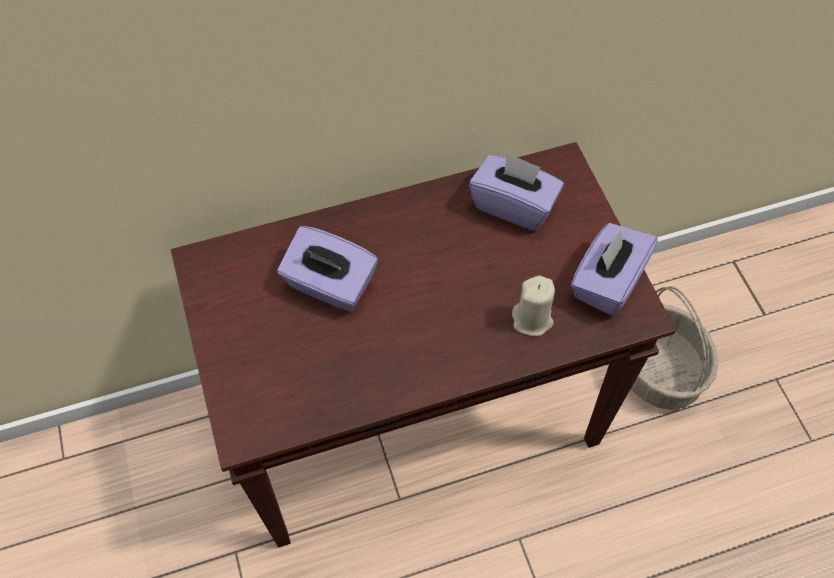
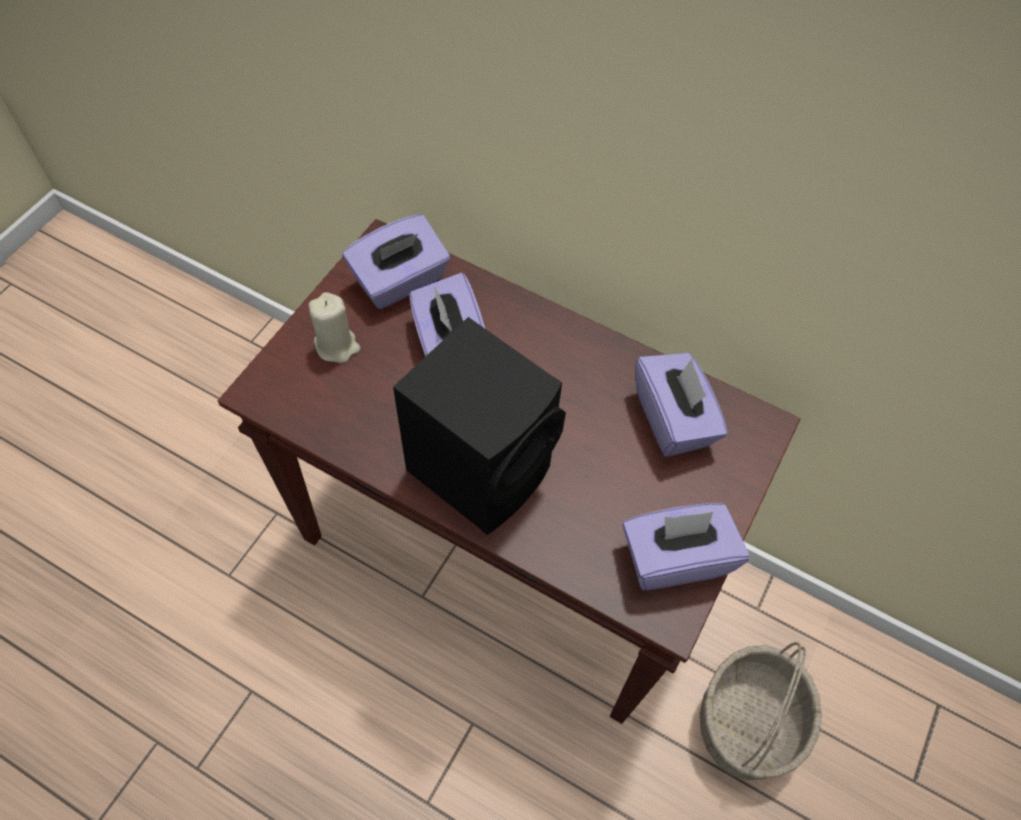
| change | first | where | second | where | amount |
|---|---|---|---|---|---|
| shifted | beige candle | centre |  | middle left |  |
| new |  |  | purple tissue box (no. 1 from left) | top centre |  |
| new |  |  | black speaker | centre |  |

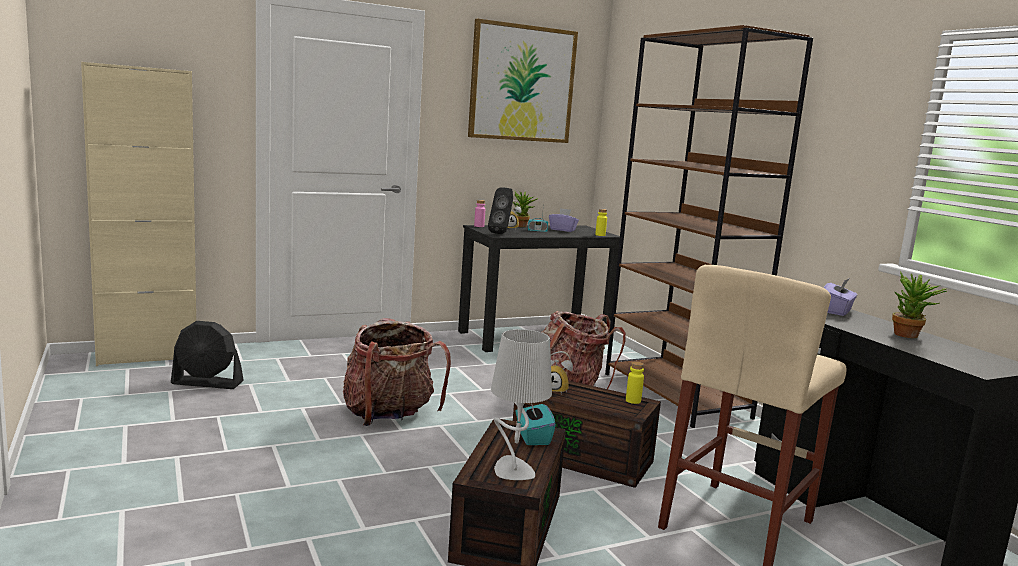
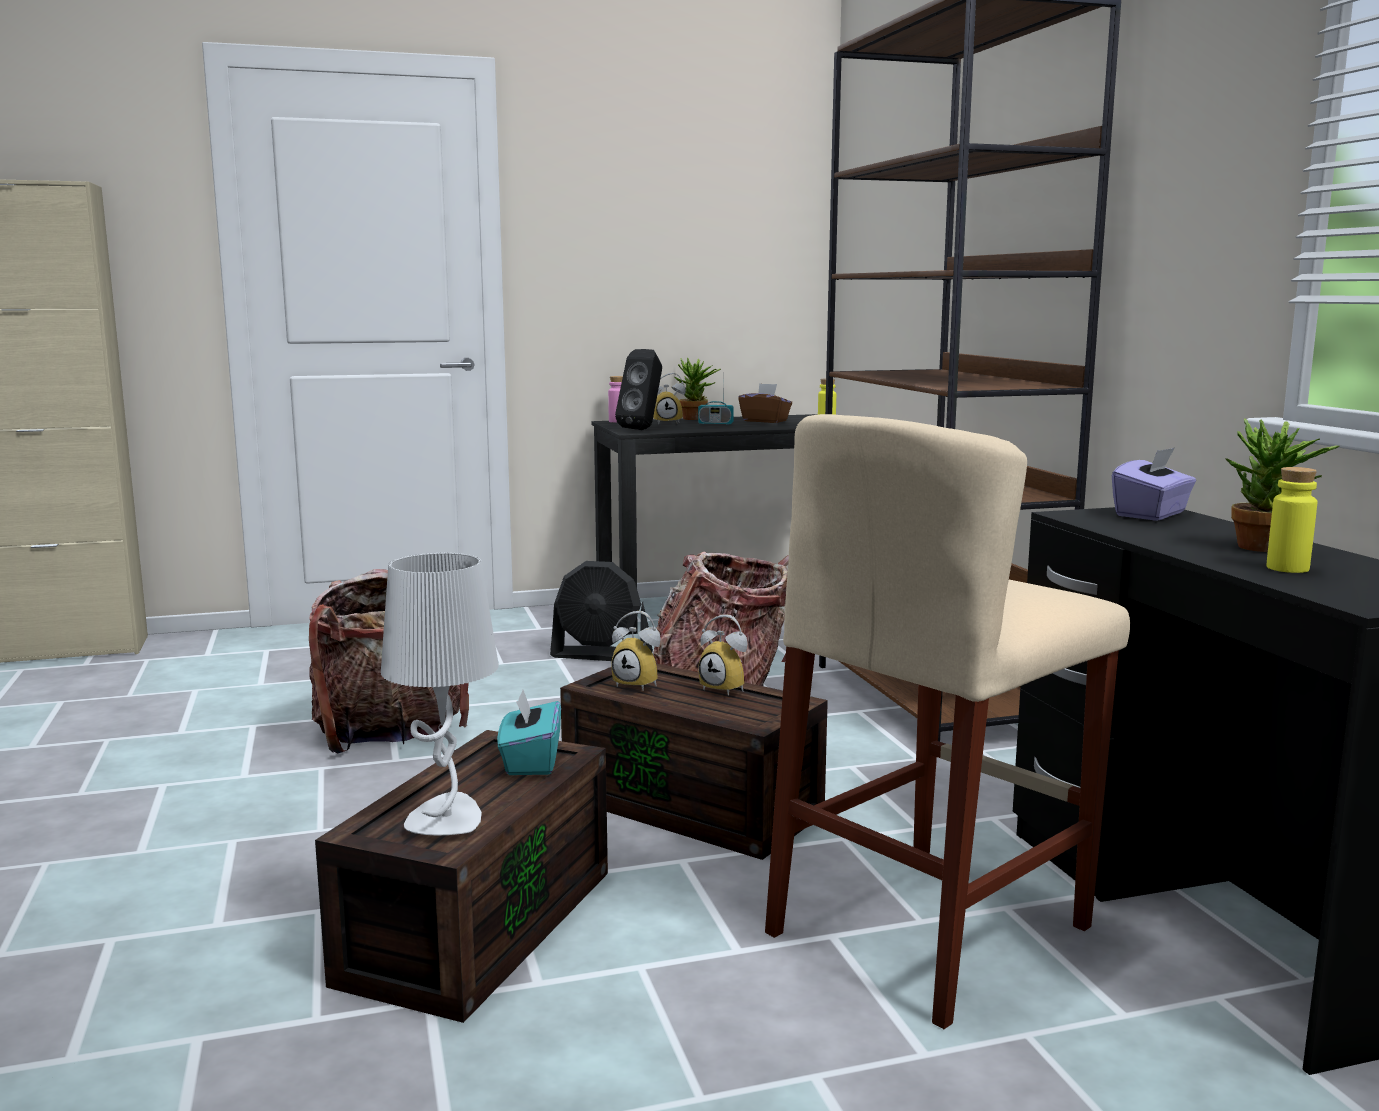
| change | first | where | second | where | amount |
|---|---|---|---|---|---|
| shifted | black fan | middle left |  | centre |  |
| new |  |  | alarm clock (no. 3 from left) | centre |  |
| repainted | purple tissue box (no. 1 from left) | centre | brown tissue box | centre |  |
| shifted | yellow bottle (no. 2 from left) | bottom centre |  | middle right |  |
| gone | picture | top centre |  |  |  |

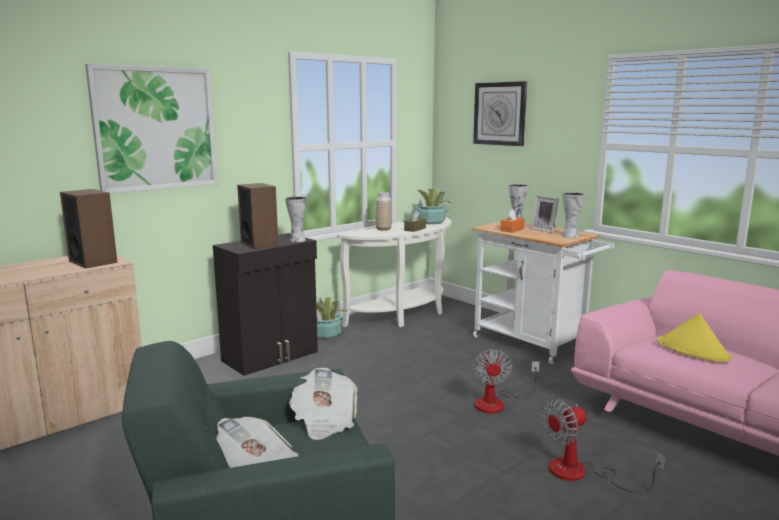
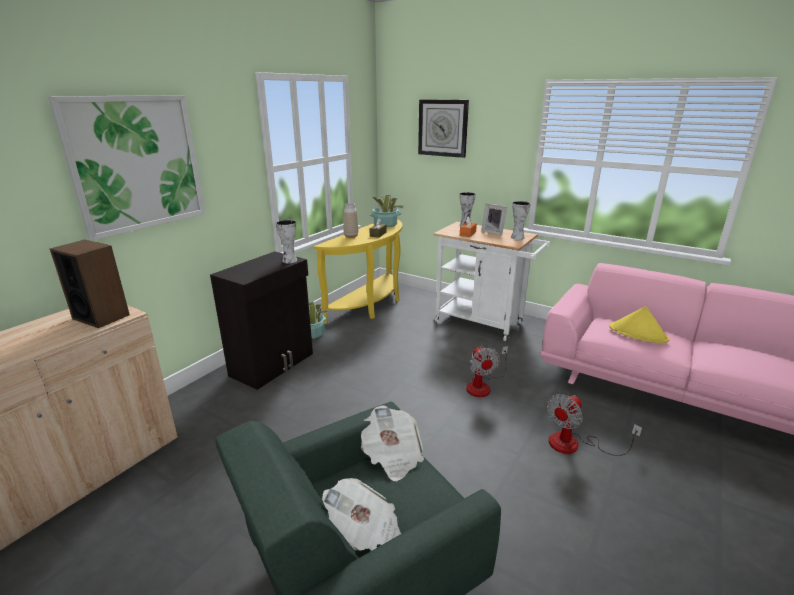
| change | first | where | second | where | amount |
|---|---|---|---|---|---|
| repainted | white console table | centre | yellow console table | centre |  |
| gone | speaker (no. 2 from left) | middle left |  |  |  |

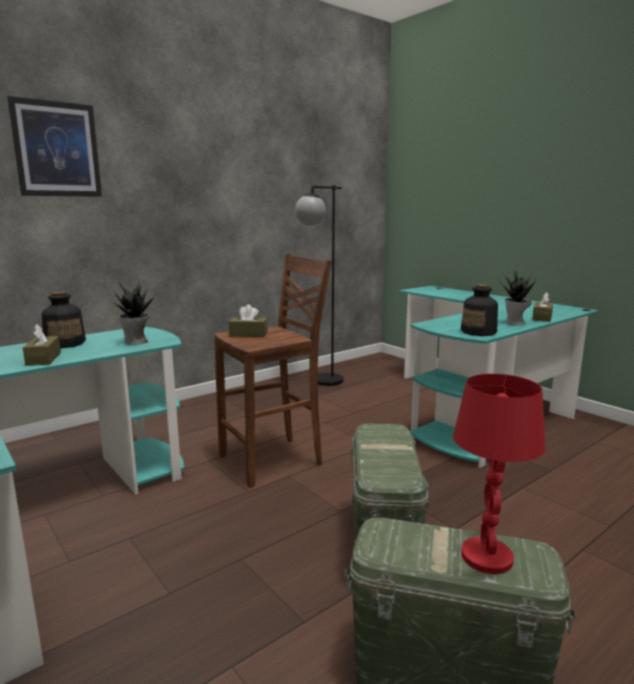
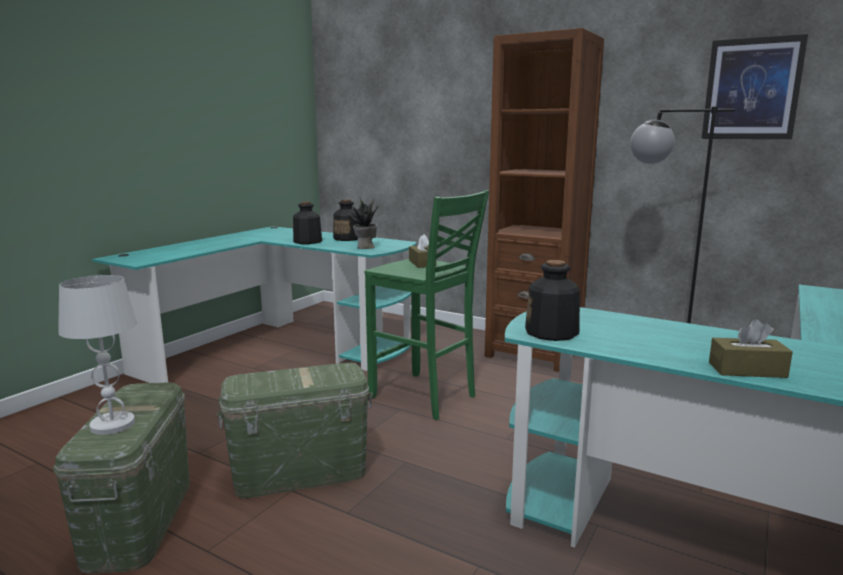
| change | first | where | second | where | amount |
|---|---|---|---|---|---|
| repainted | red table lamp | bottom right | white table lamp | middle left |  |
| swapped | brown tissue box (no. 1 from left) | middle left | bottle (no. 1 from left) | centre |  |
| repainted | brown stool | centre | green stool | centre |  |
| new |  |  | brown bookcase | centre |  |
| shifted | picture | top left |  | top right |  |
| gone | potted plant (no. 2 from left) | middle right |  |  |  |

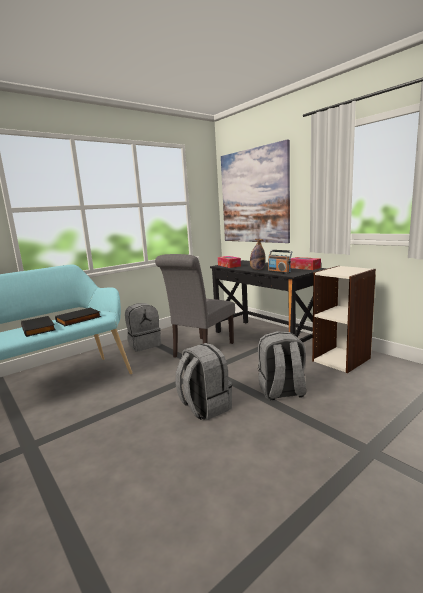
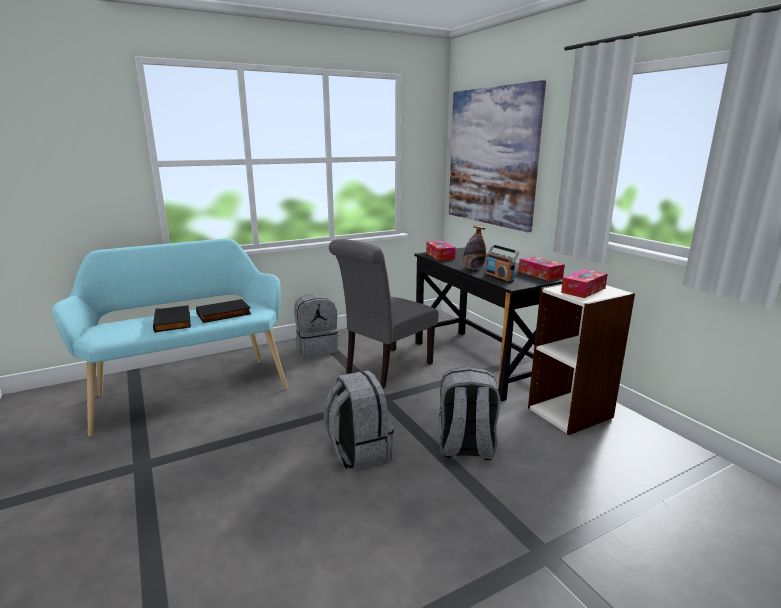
| change | first | where | second | where | amount |
|---|---|---|---|---|---|
| new |  |  | tissue box (no. 3 from left) | middle right |  |

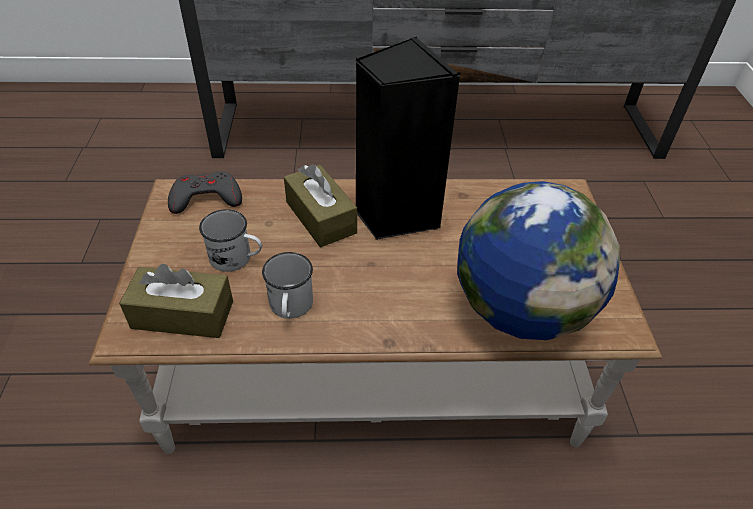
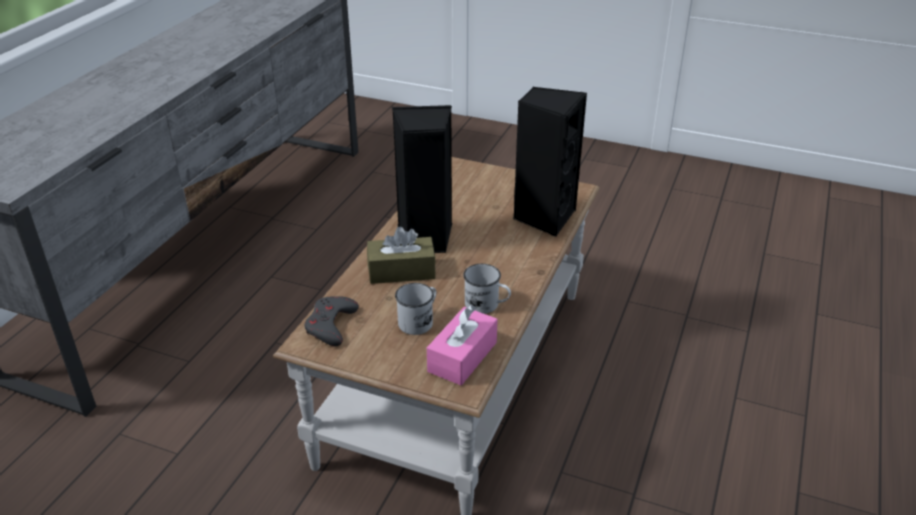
| change | first | where | second | where | amount |
|---|---|---|---|---|---|
| repainted | brown tissue box (no. 1 from left) | middle left | pink tissue box | bottom centre |  |
| swapped | globe | middle right | black speaker (no. 2 from left) | top centre |  |

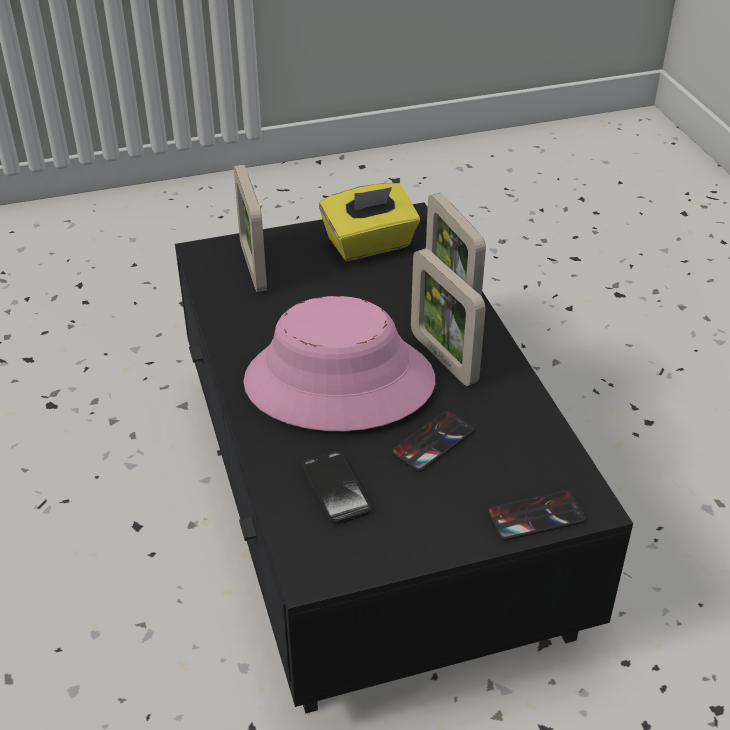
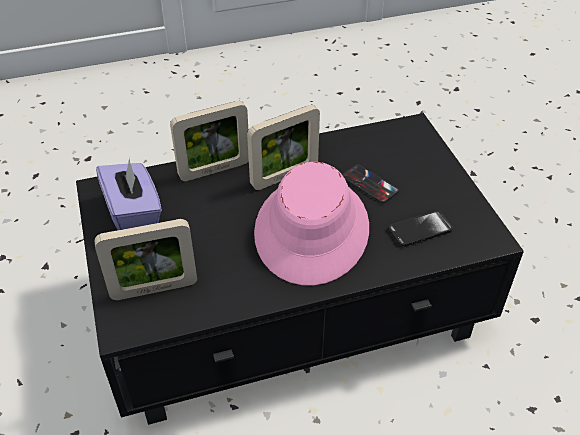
| change | first | where | second | where | amount |
|---|---|---|---|---|---|
| repainted | yellow tissue box | top centre | purple tissue box | middle left |  |
| gone | phone (no. 3 from left) | bottom right |  |  |  |

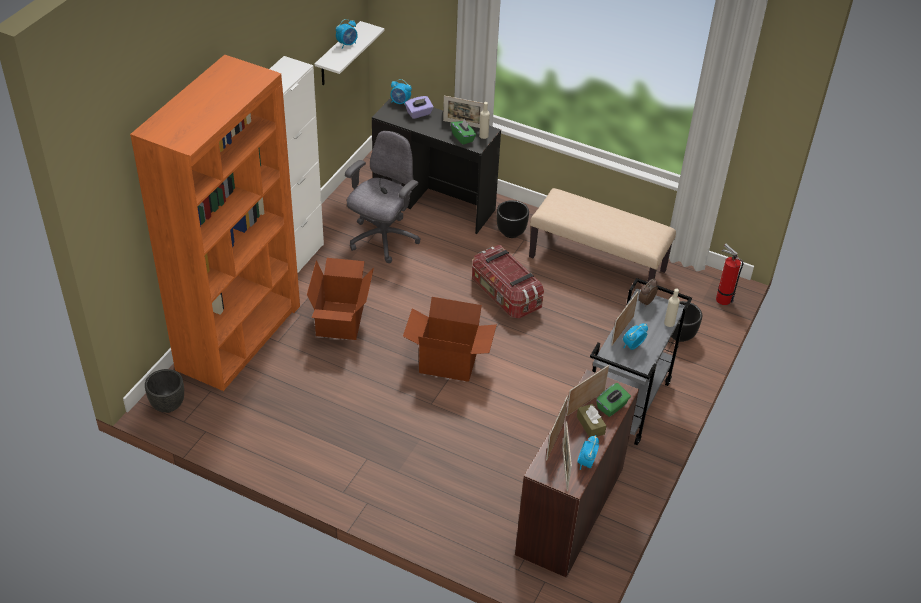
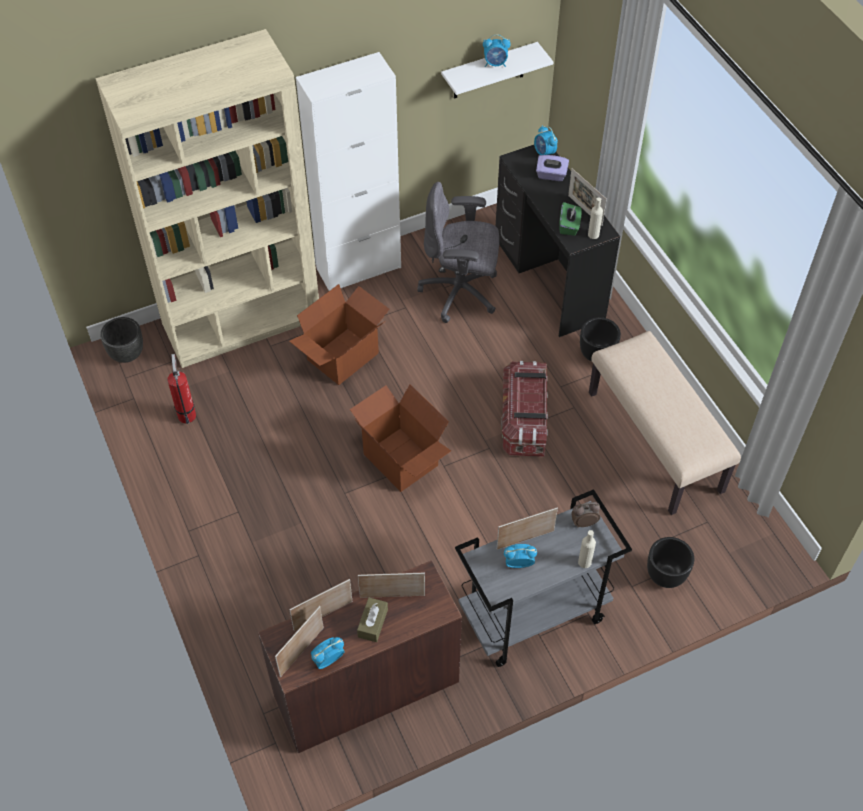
| change | first | where | second | where | amount |
|---|---|---|---|---|---|
| repainted | orange bookcase | middle left | beige bookcase | top left |  |
| shifted | fire extinguisher | middle right |  | middle left |  |
| rotated | grey office chair | top centre |  | top centre | 150 degrees counterclockwise |
| gone | green tissue box (no. 2 from left) | centre |  |  |  |

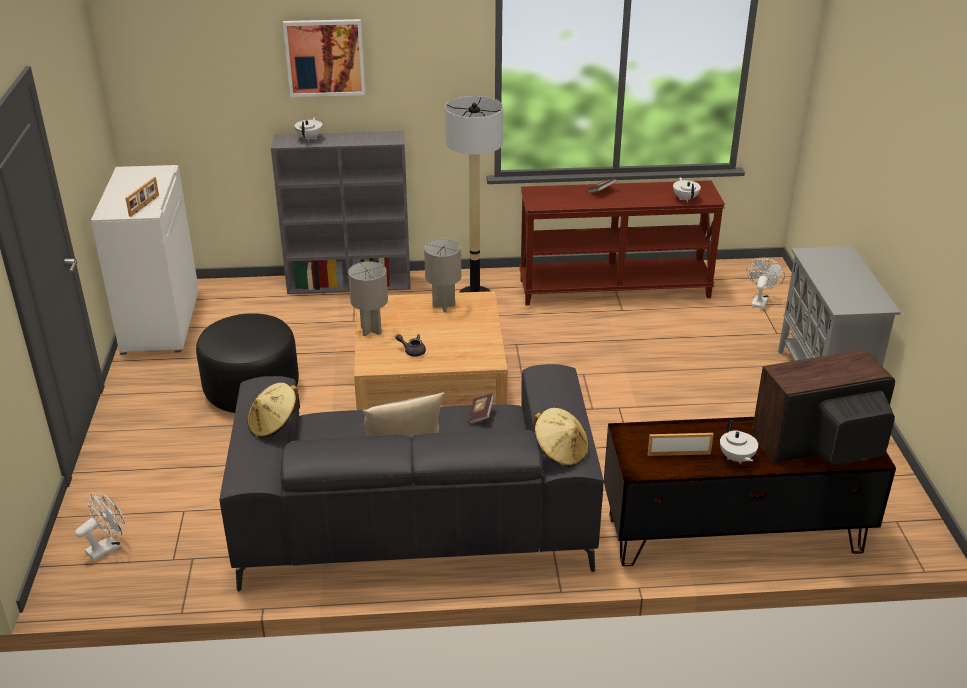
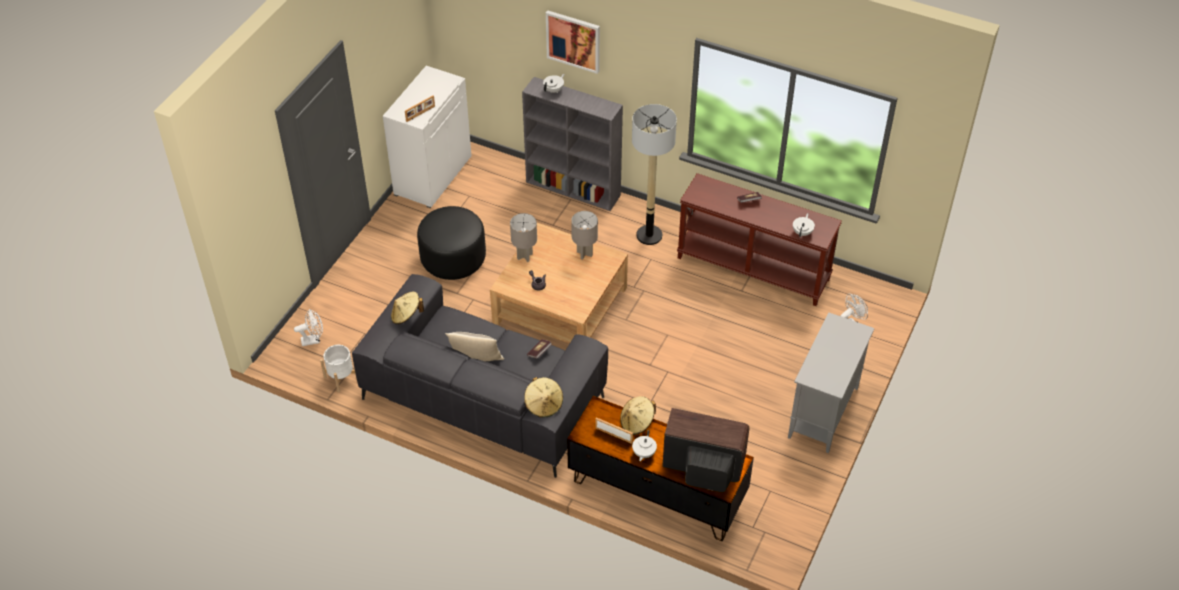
| change | first | where | second | where | amount |
|---|---|---|---|---|---|
| new |  |  | white planter | middle left |  |
| new |  |  | beige hat (no. 3 from left) | bottom centre |  |

